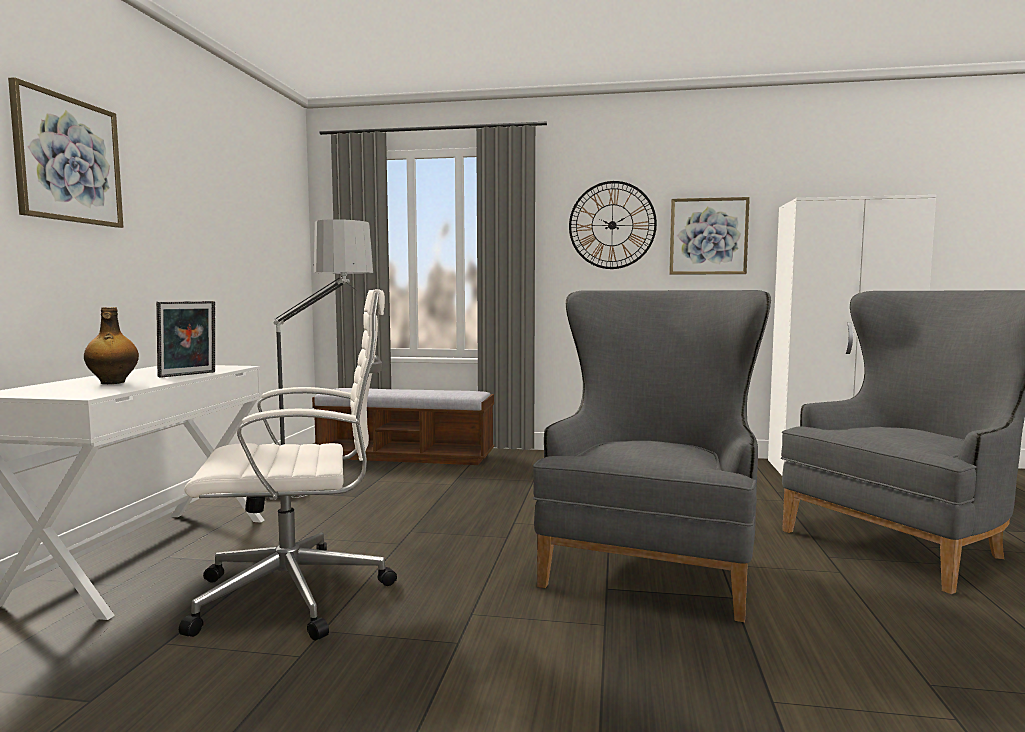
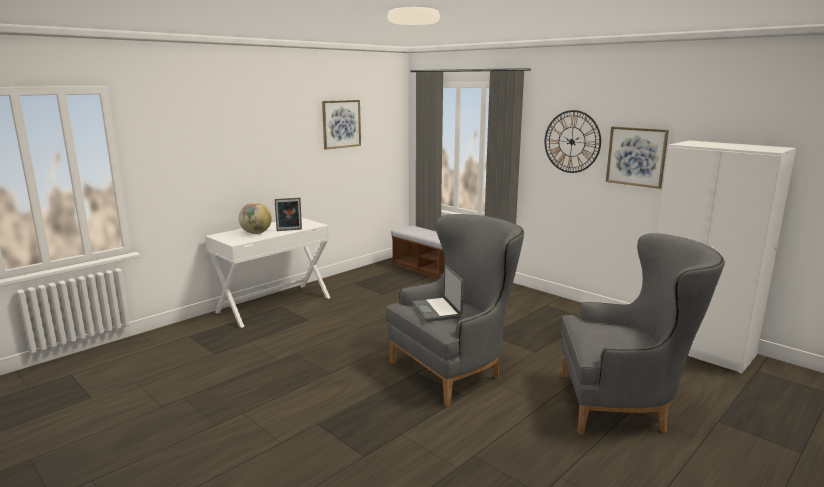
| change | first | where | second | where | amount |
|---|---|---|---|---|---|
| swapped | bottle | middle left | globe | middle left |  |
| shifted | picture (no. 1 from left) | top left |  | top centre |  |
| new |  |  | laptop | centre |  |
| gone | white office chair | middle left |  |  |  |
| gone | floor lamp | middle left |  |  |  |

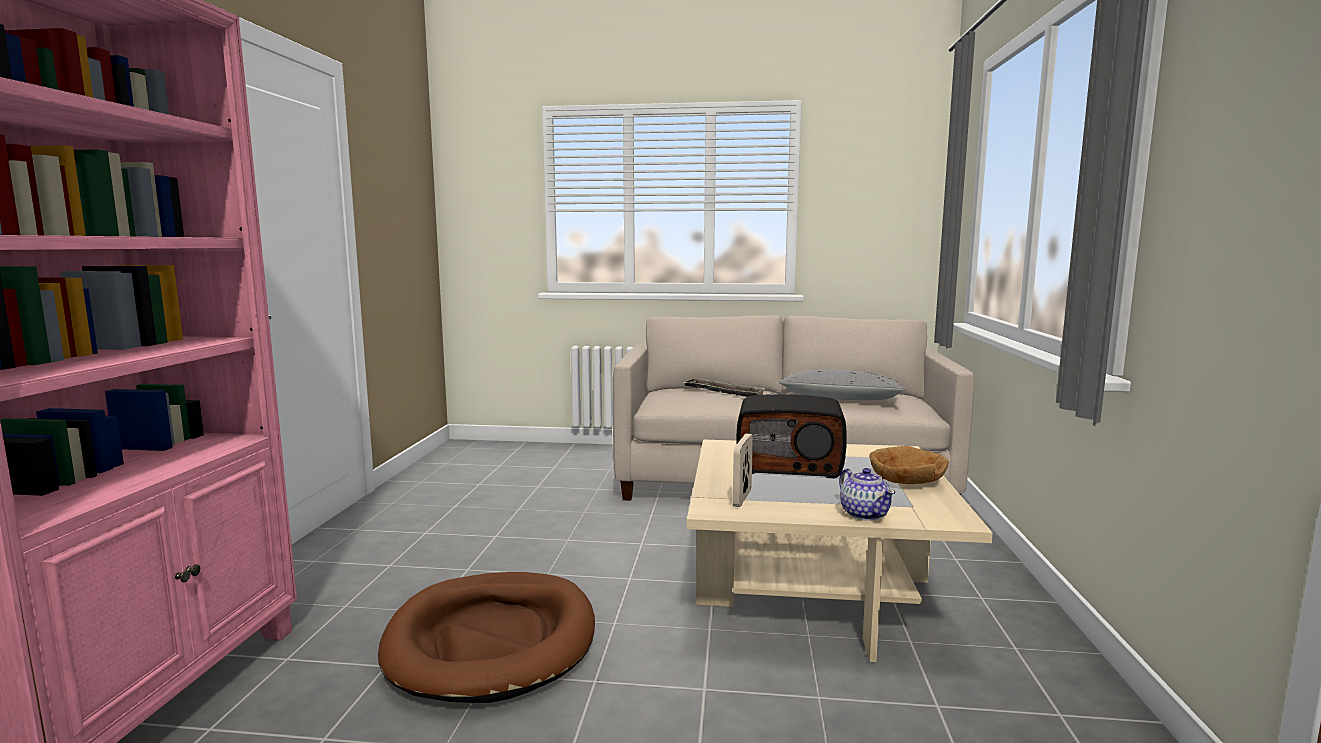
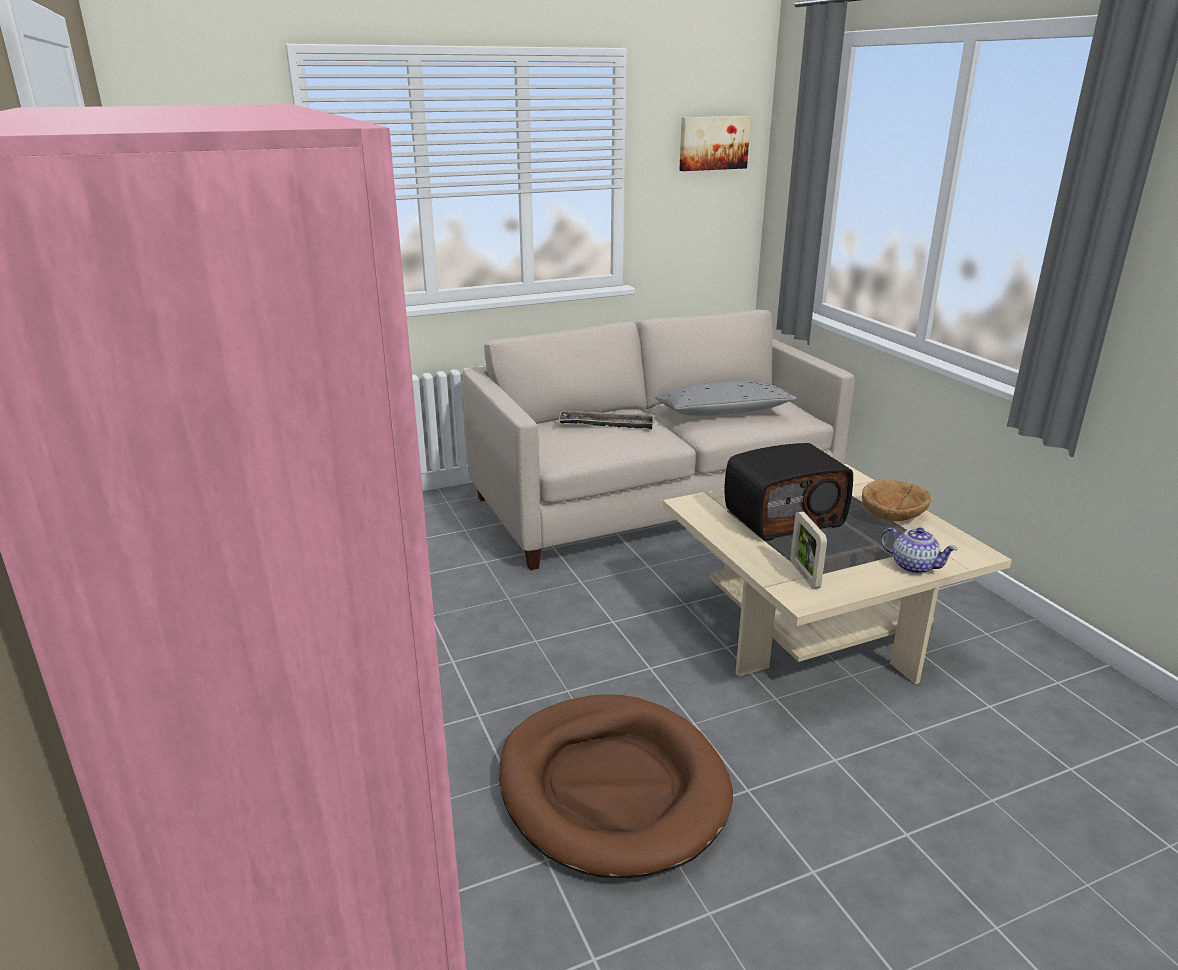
| change | first | where | second | where | amount |
|---|---|---|---|---|---|
| new |  |  | picture | top centre |  |

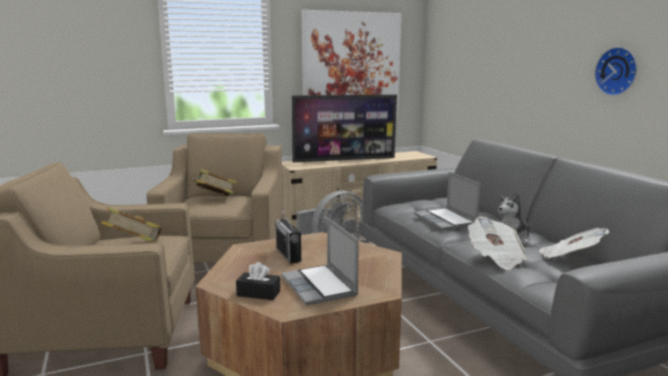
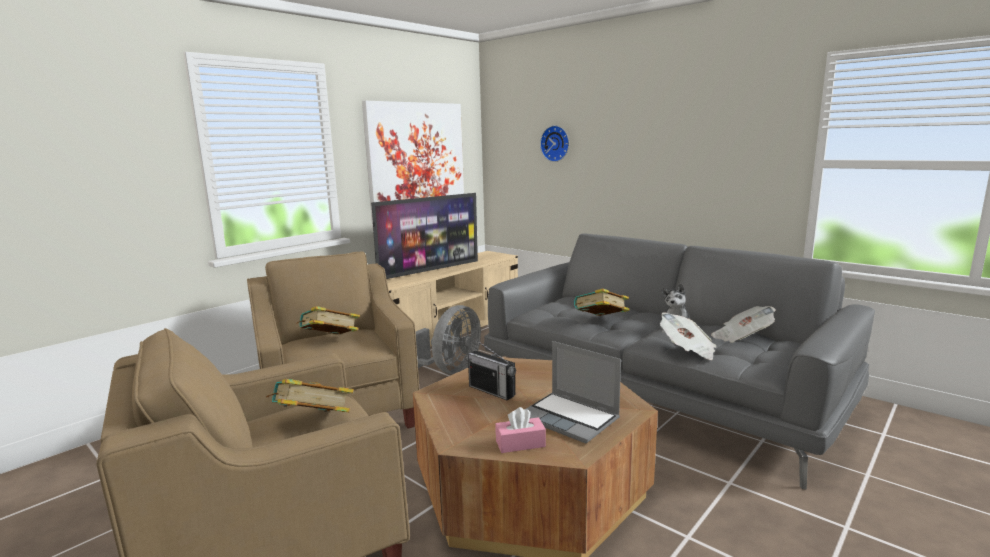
| change | first | where | second | where | amount |
|---|---|---|---|---|---|
| repainted | black tissue box | bottom centre | pink tissue box | bottom centre |  |
| shifted | wall clock | top right |  | top centre |  |
| swapped | laptop (no. 2 from left) | middle right | book (no. 3 from left) | centre |  |

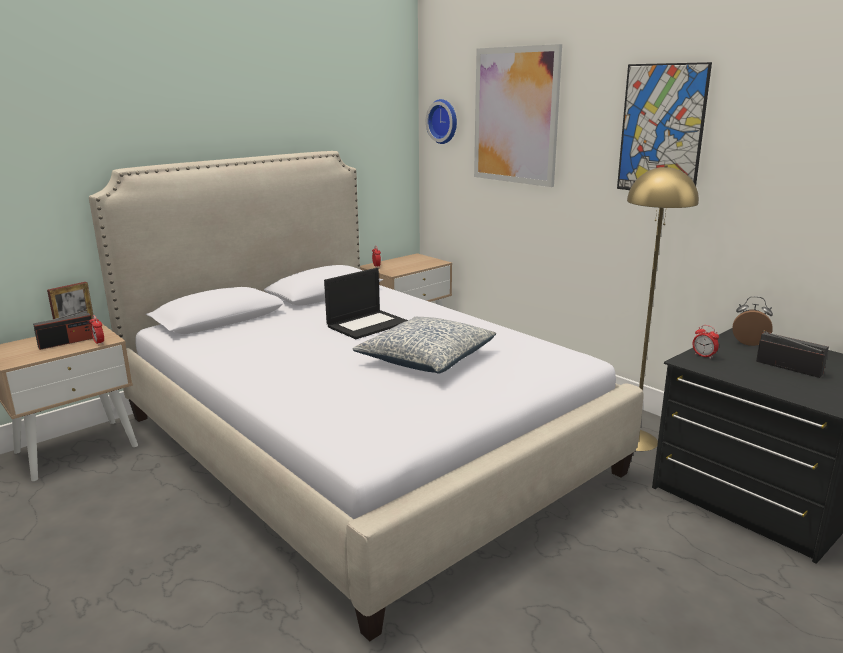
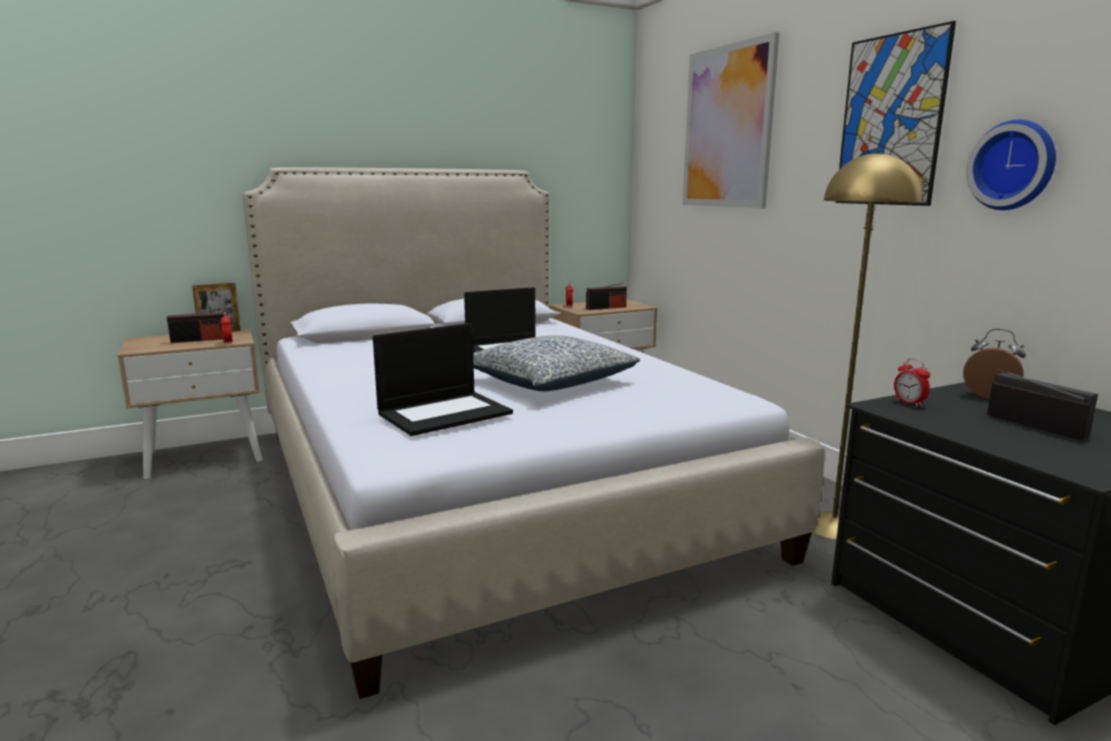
| change | first | where | second | where | amount |
|---|---|---|---|---|---|
| new |  |  | laptop (no. 1 from left) | centre |  |
| new |  |  | radio (no. 2 from left) | centre |  |
| shifted | wall clock | top centre |  | top right |  |

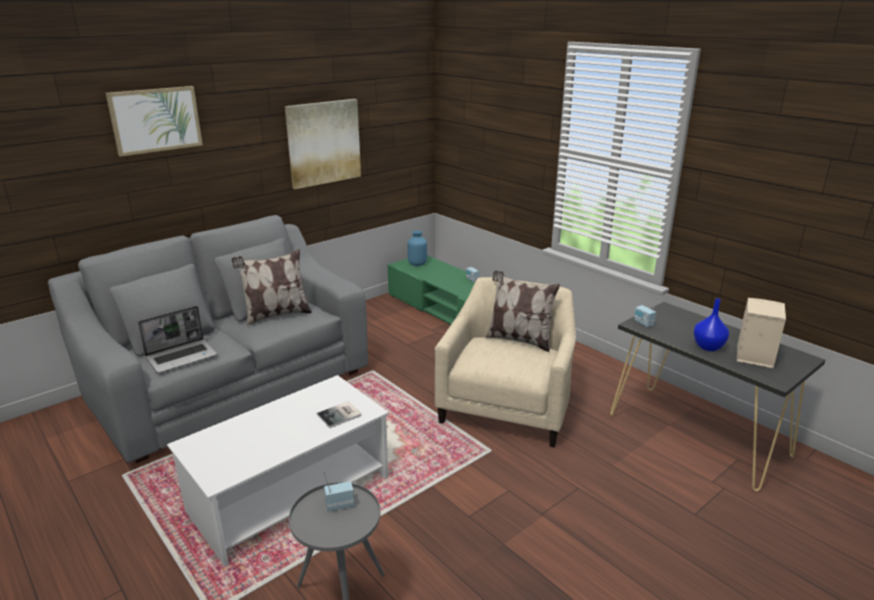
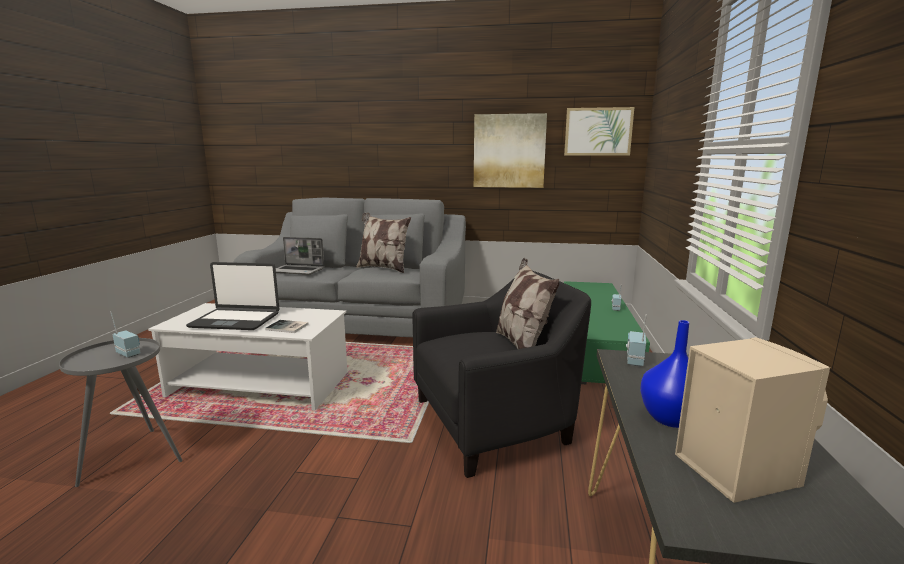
| change | first | where | second | where | amount |
|---|---|---|---|---|---|
| new |  |  | laptop (no. 1 from left) | middle left |  |
| repainted | beige armchair | centre | black armchair | centre |  |
| shifted | picture (no. 1 from left in the first image) | top left | picture (no. 2 from left) | top centre |  |
| gone | blue vase (no. 1 from left) | centre |  |  |  |

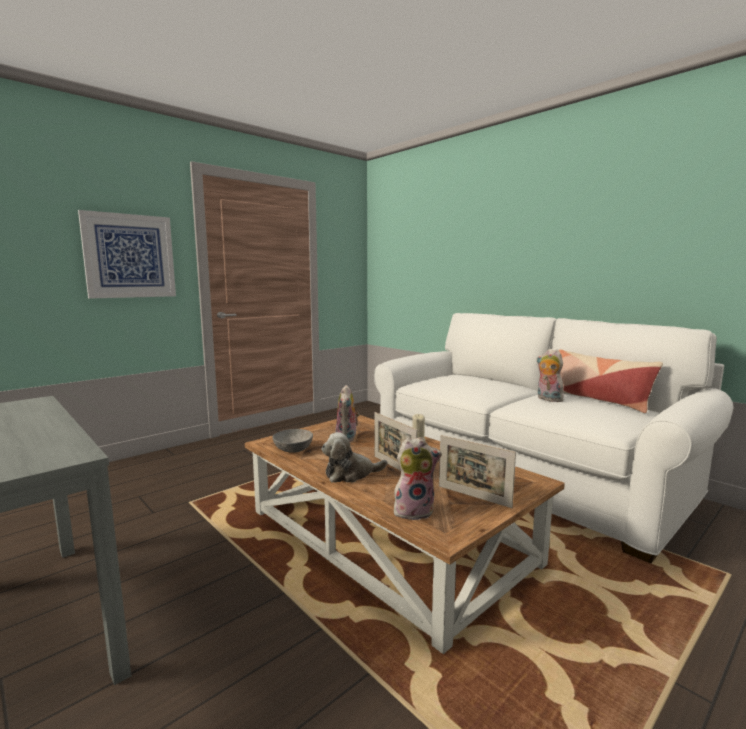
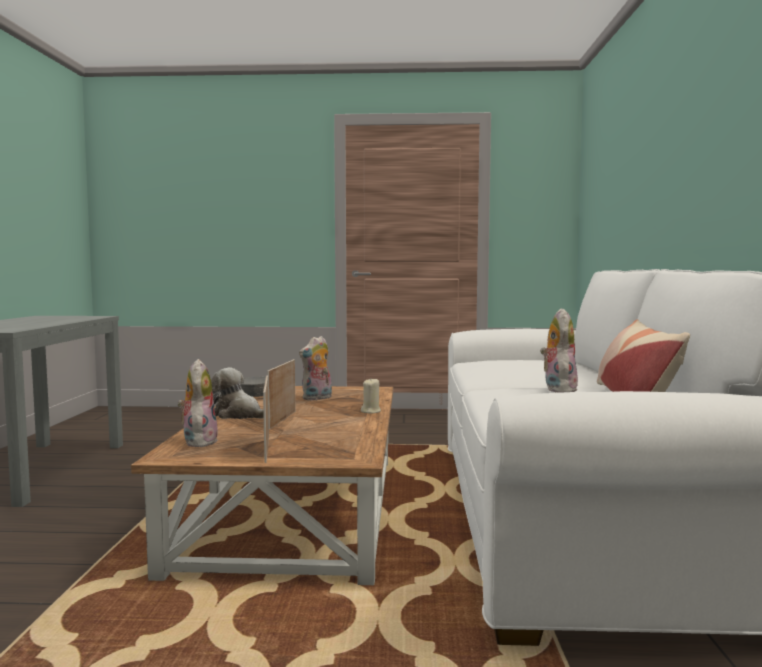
| change | first | where | second | where | amount |
|---|---|---|---|---|---|
| rotated | plush toy (no. 3 from left in the first image) | centre | plush toy (no. 1 from left) | middle left | 135 degrees counterclockwise |
| gone | picture | middle left |  |  |  |

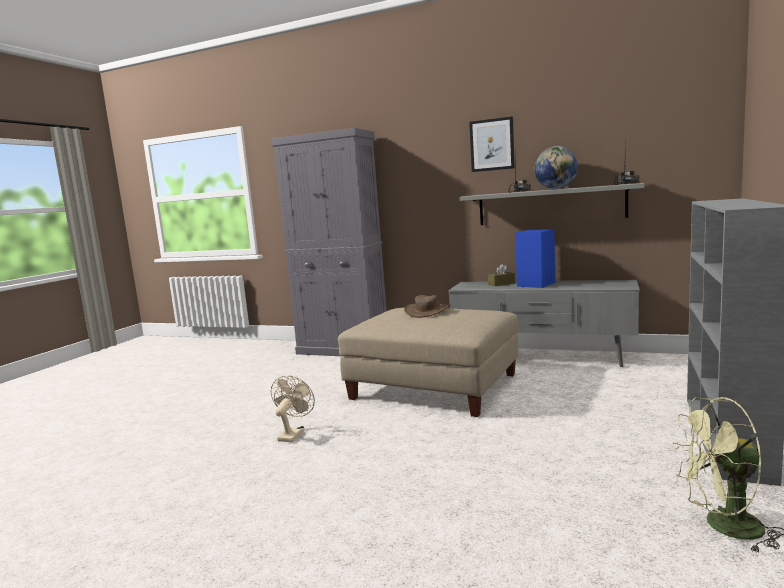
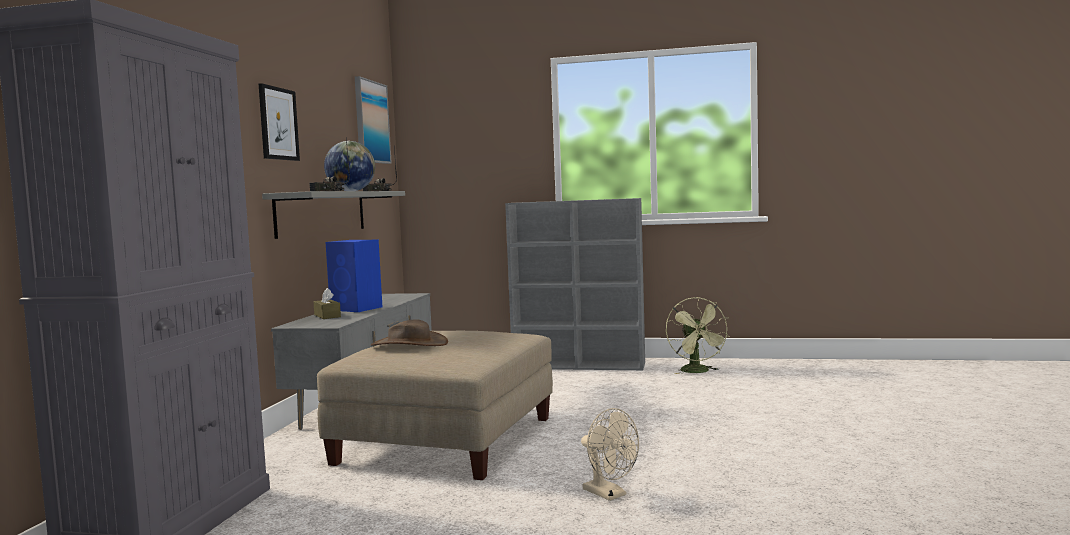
| change | first | where | second | where | amount |
|---|---|---|---|---|---|
| new |  |  | picture (no. 2 from left) | top centre |  |
| rotated | beige fan | bottom centre |  | bottom centre | 135 degrees counterclockwise |

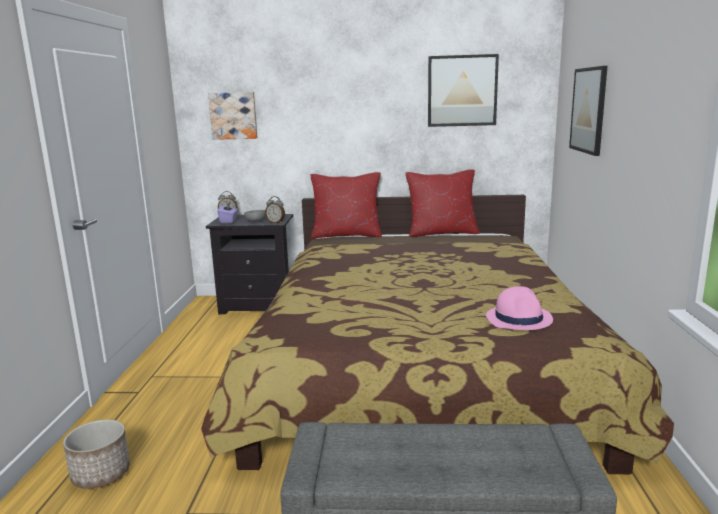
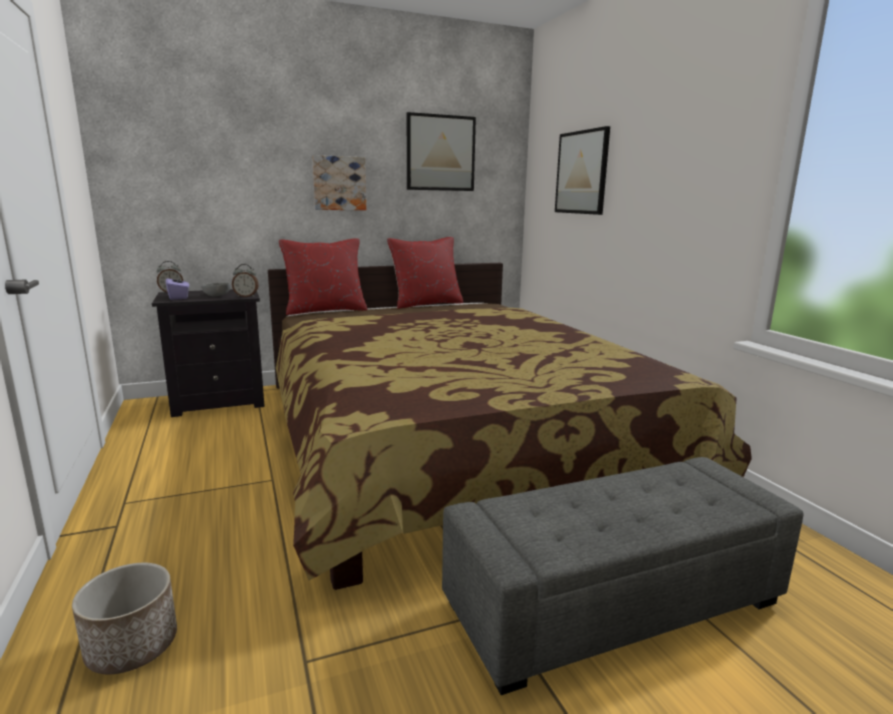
| change | first | where | second | where | amount |
|---|---|---|---|---|---|
| shifted | picture (no. 1 from left) | top left |  | top centre |  |
| gone | pink hat | middle right |  |  |  |

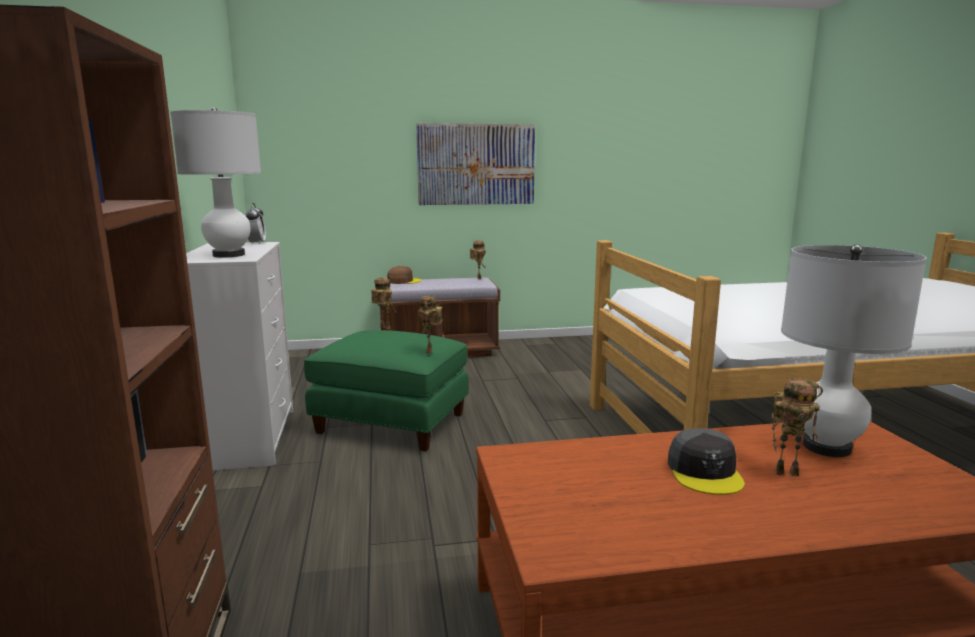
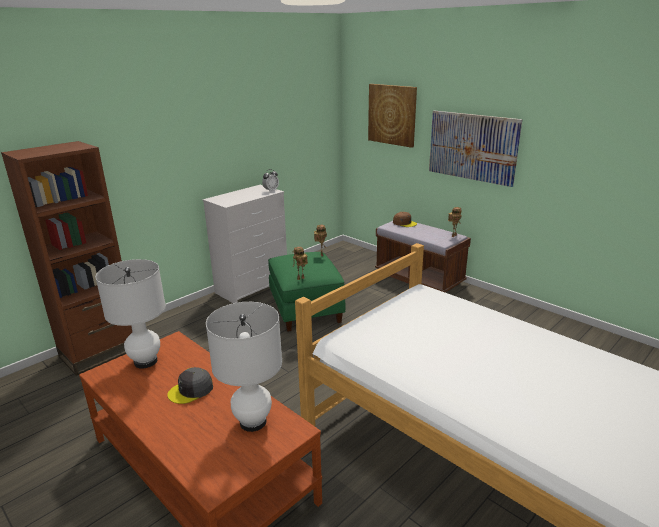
| change | first | where | second | where | amount |
|---|---|---|---|---|---|
| shifted | white table lamp (no. 1 from left) | top left |  | middle left |  |
| new |  |  | picture (no. 1 from left) | top centre |  |
| gone | toy robot (no. 4 from left) | bottom right |  |  |  |

